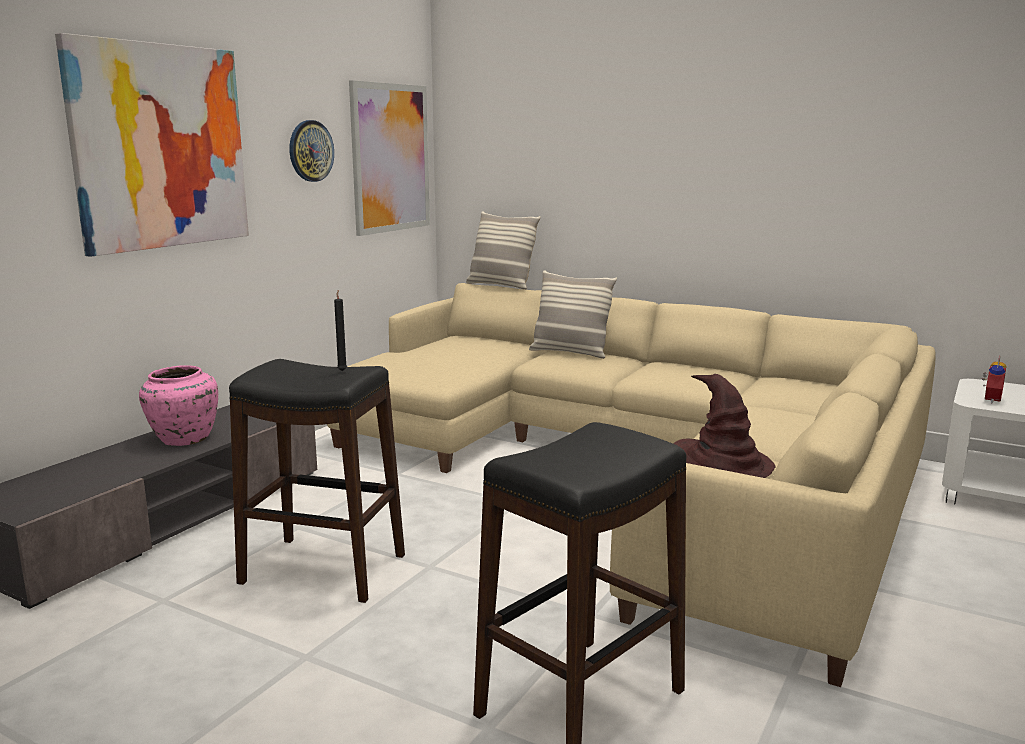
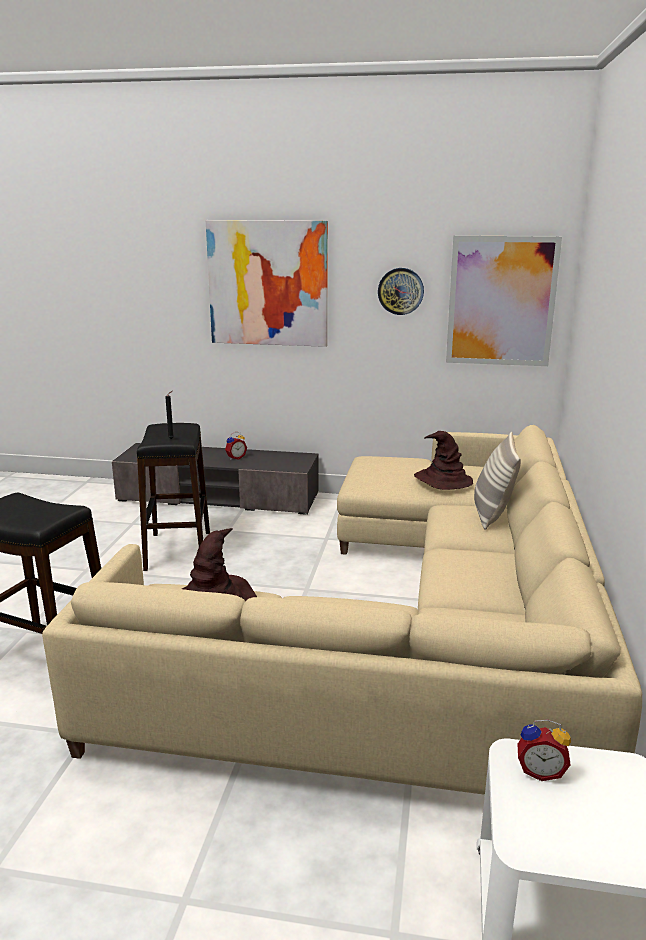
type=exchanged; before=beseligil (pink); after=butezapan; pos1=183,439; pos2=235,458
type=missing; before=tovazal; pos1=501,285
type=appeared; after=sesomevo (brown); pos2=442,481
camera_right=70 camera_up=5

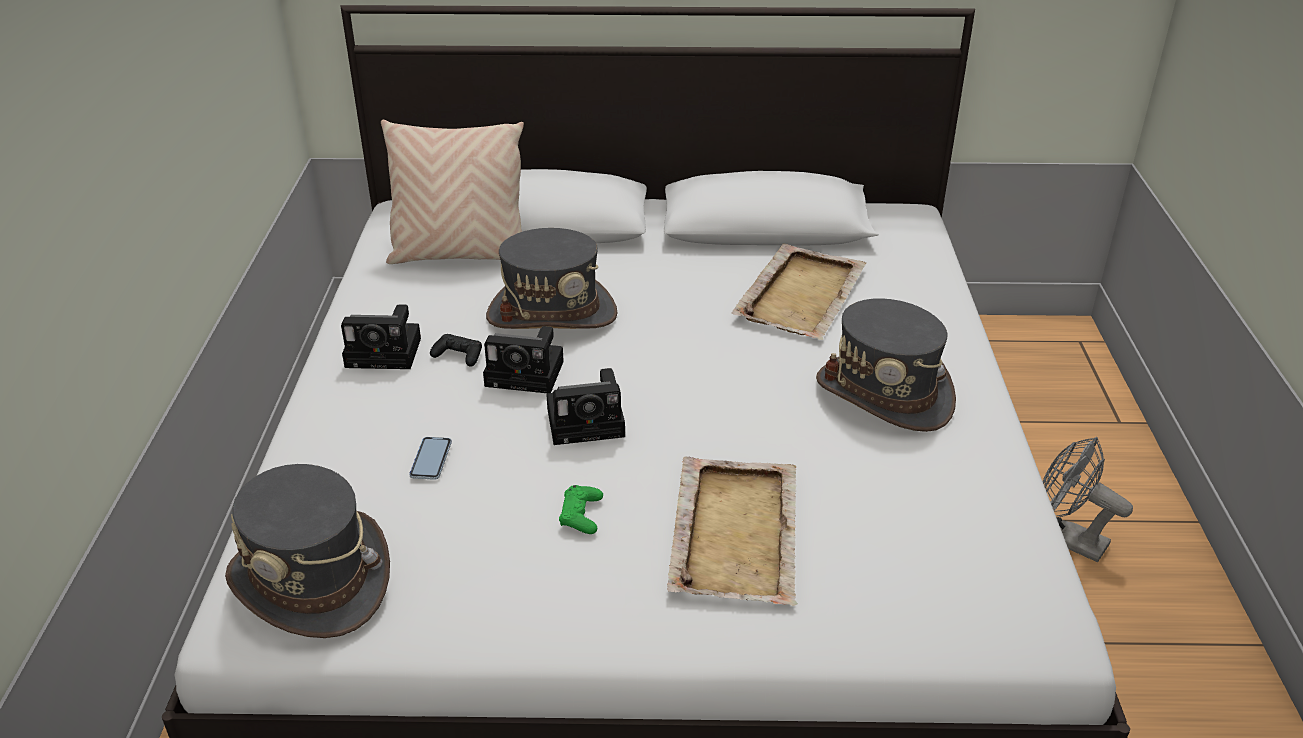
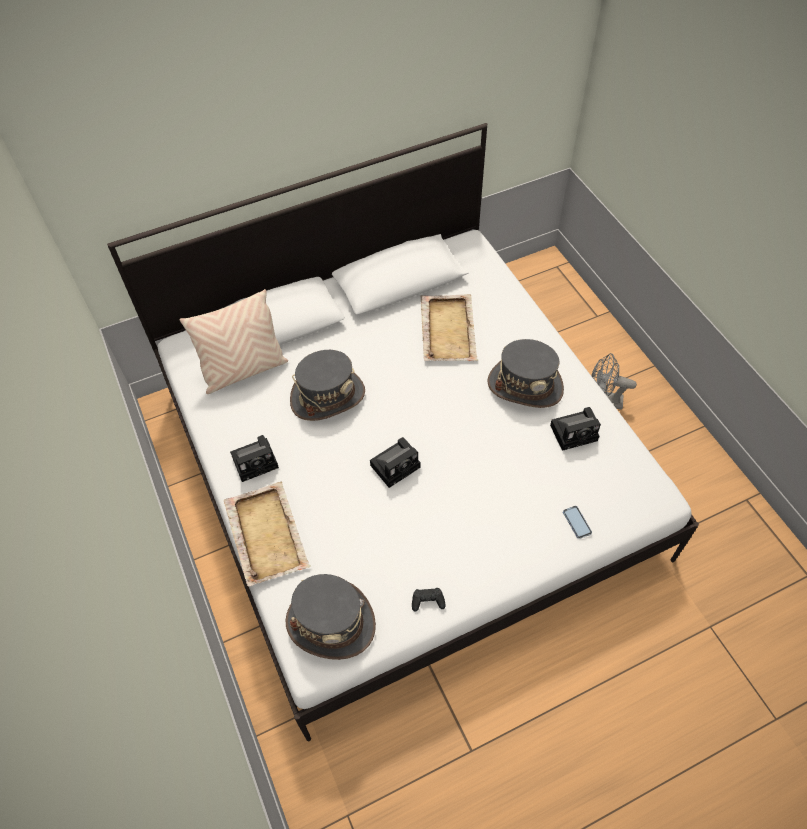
type=relocated; before=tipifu; pos1=431,459; pos2=577,522
type=relocated; before=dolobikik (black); pos1=458,355; pos2=428,601
type=relocated; before=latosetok; pos1=528,373; pos2=575,432
type=missing; before=dolobikik (green); pos1=581,515
type=relocated; before=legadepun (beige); pos1=735,531; pos2=266,533
camera_right=-25 camera_up=20

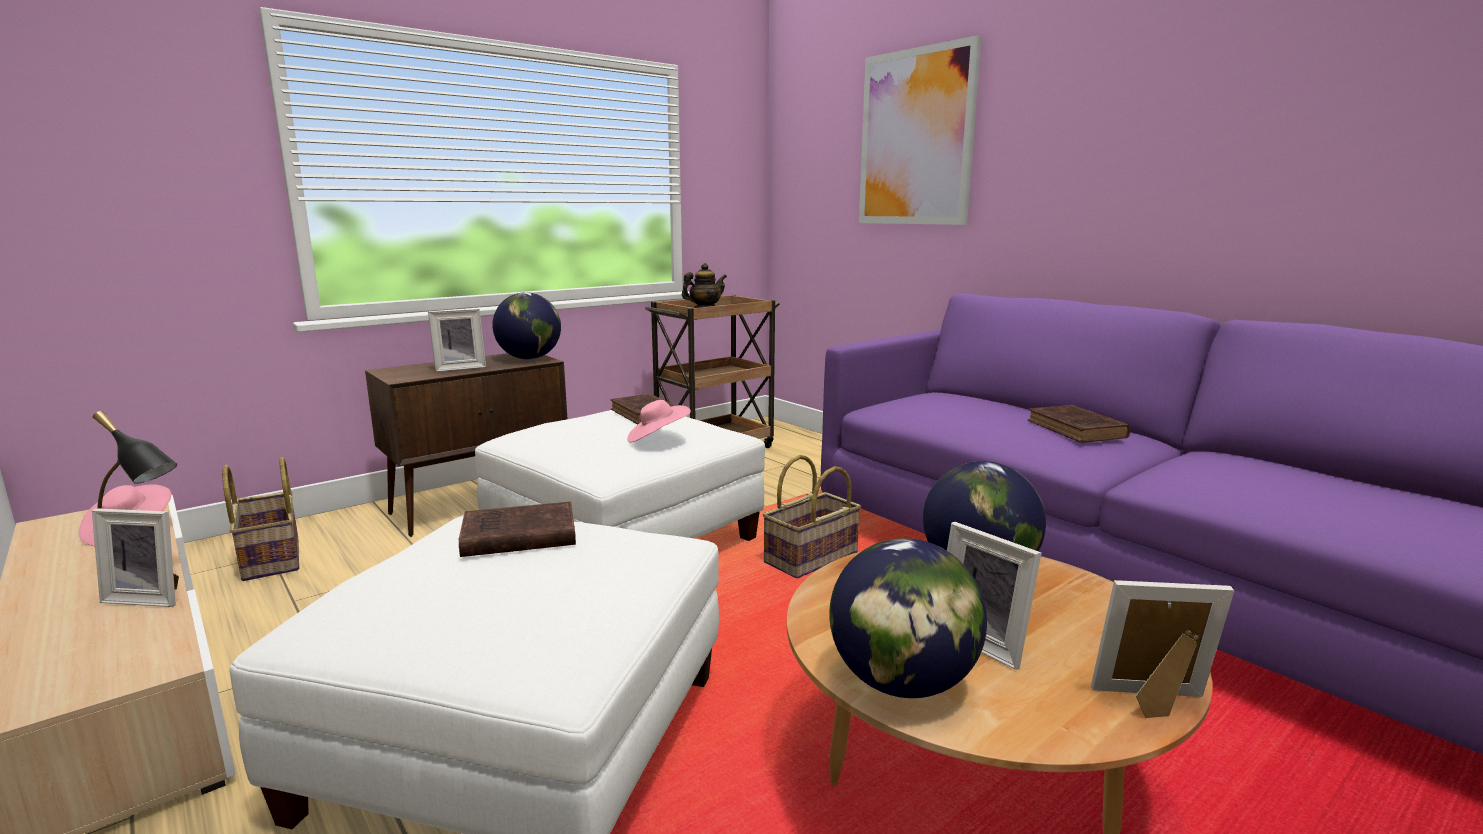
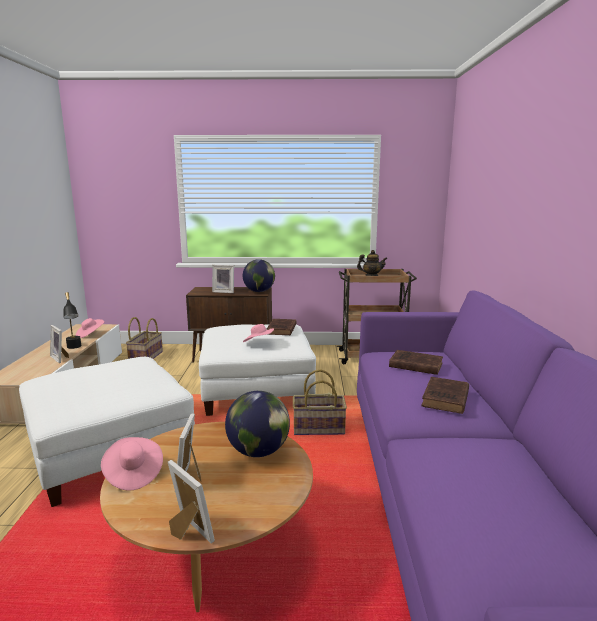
type=relocated; before=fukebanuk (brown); pos1=516,537; pos2=414,365
type=exchanged; before=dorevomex; after=sesomevo (pink); pos1=902,683; pos2=133,474
type=missing; before=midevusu; pos1=916,138
camera_right=40 camera_up=0

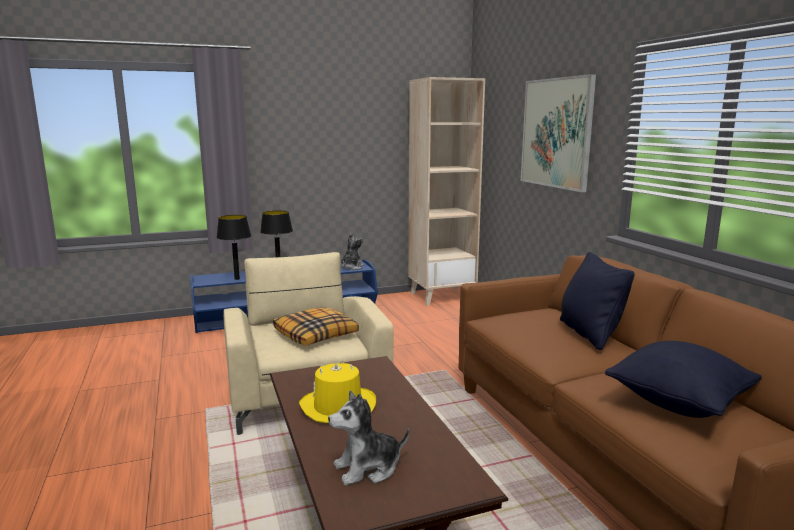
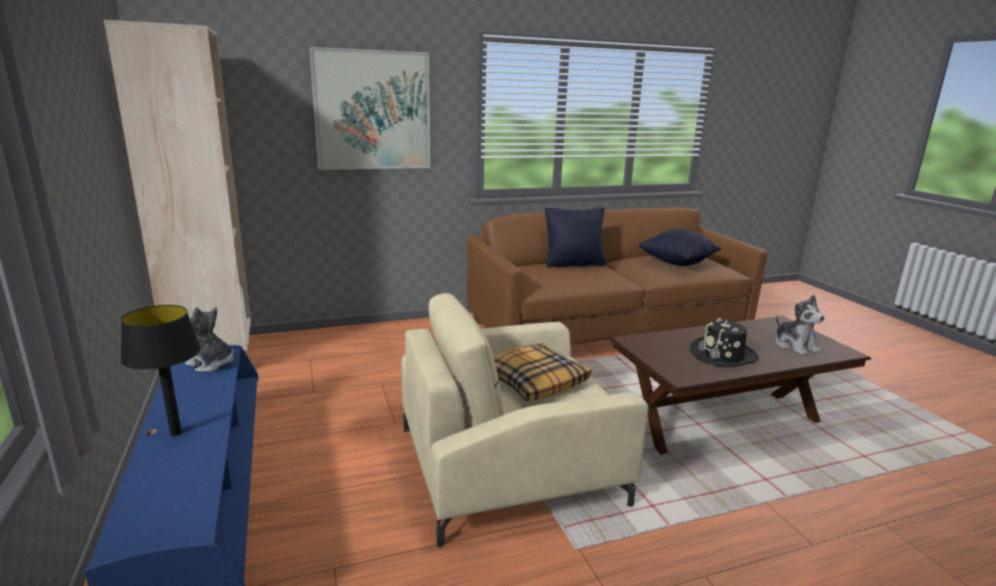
type=missing; before=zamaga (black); pos1=237,279
type=colour; before=sesomevo (yellow); after=sesomevo (black); pos1=337,407; pos2=723,355
camera_right=-90 camera_up=5

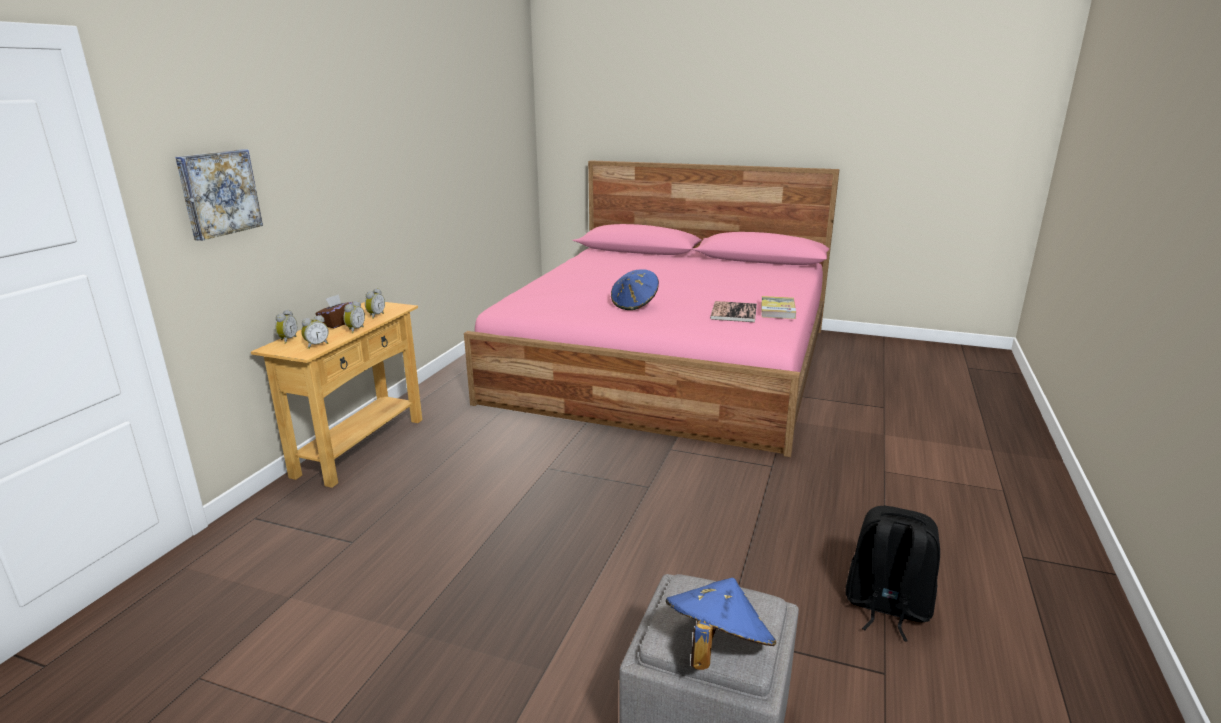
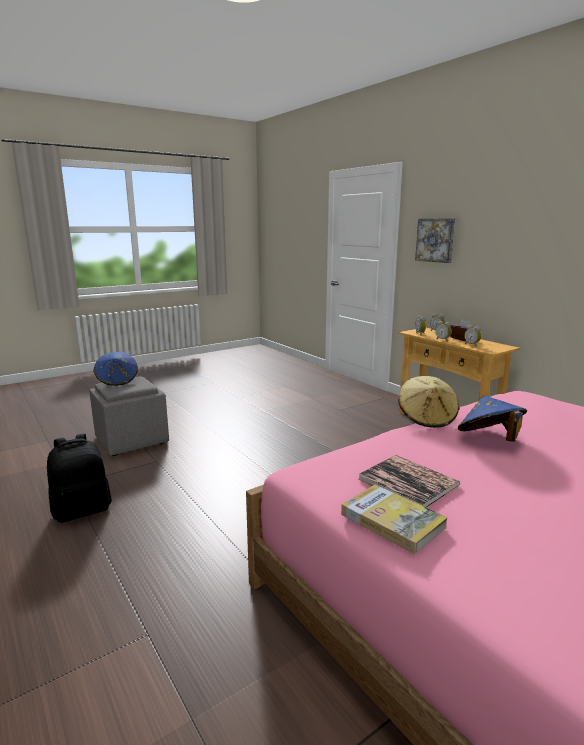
type=appeared; after=sesomevo (beige); pos2=427,418
camera_right=125 camera_up=-5

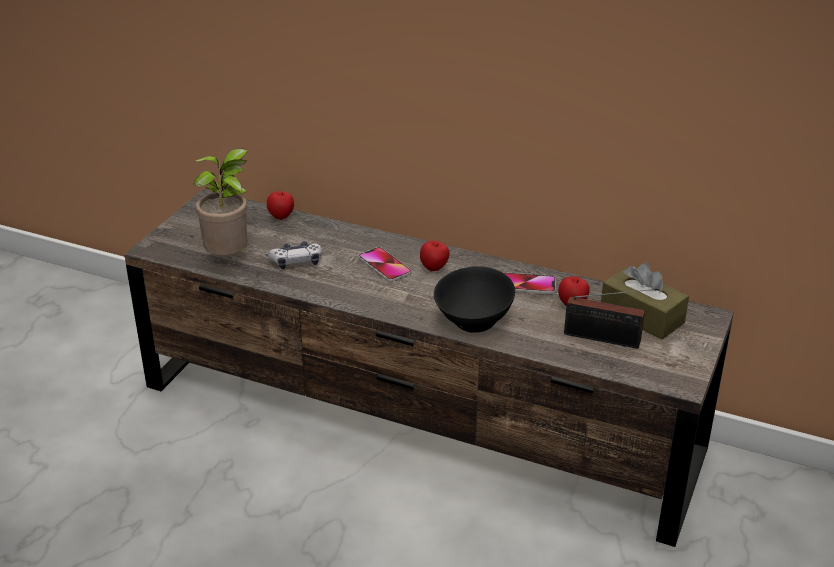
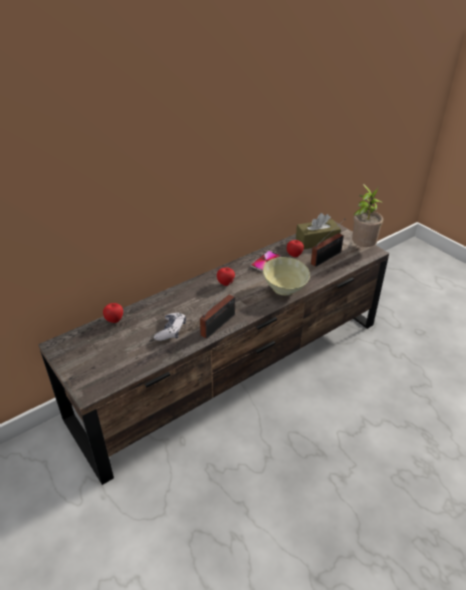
type=relocated; before=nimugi; pos1=230,259; pos2=362,248
type=missing; before=tipifu; pos1=384,266
type=colour; before=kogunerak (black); after=kogunerak (beige); pos1=472,322; pos2=284,289
type=appeared; after=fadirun; pos2=220,323
camera_right=-60 camera_up=5

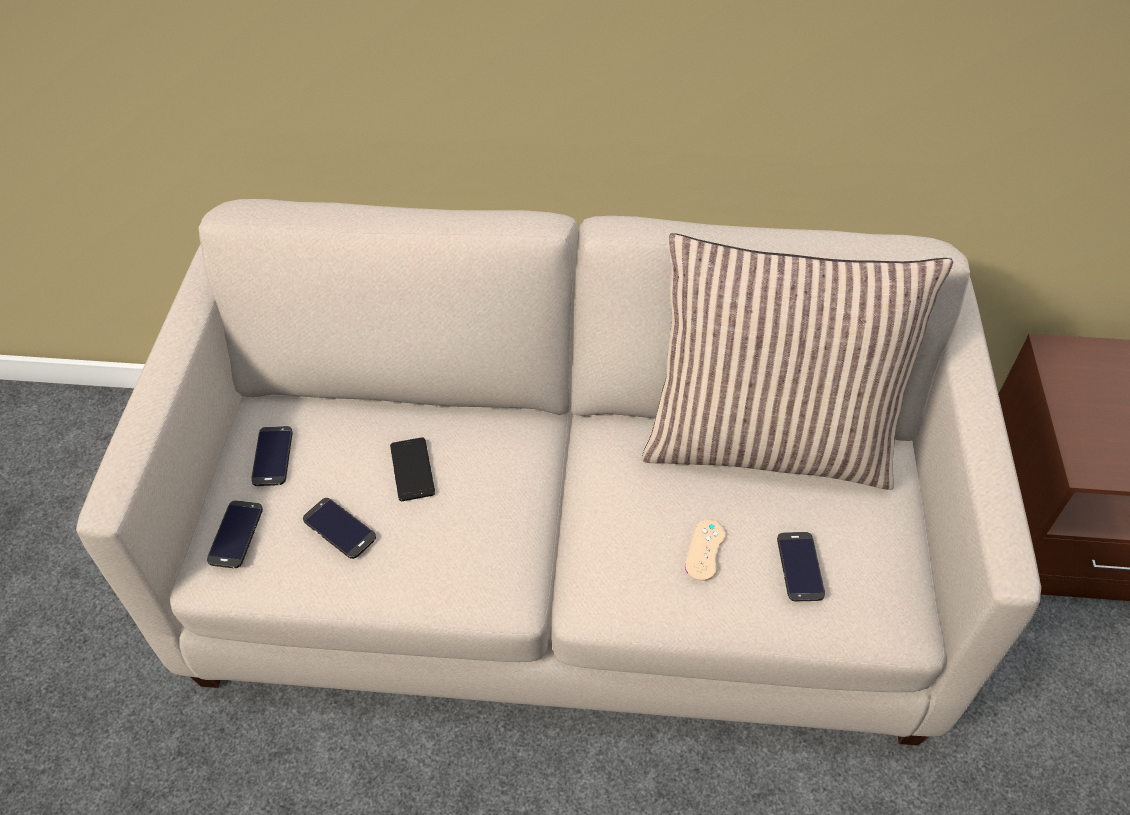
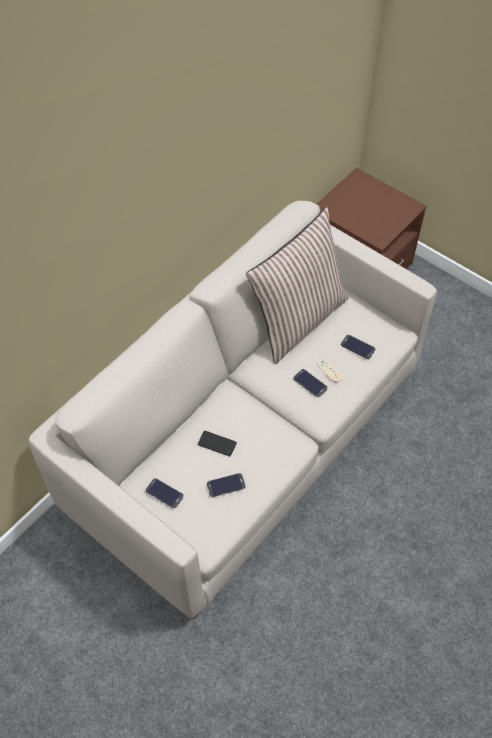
type=relocated; before=tipifu; pos1=235,534; pos2=310,383
camera_right=-55 camera_up=5

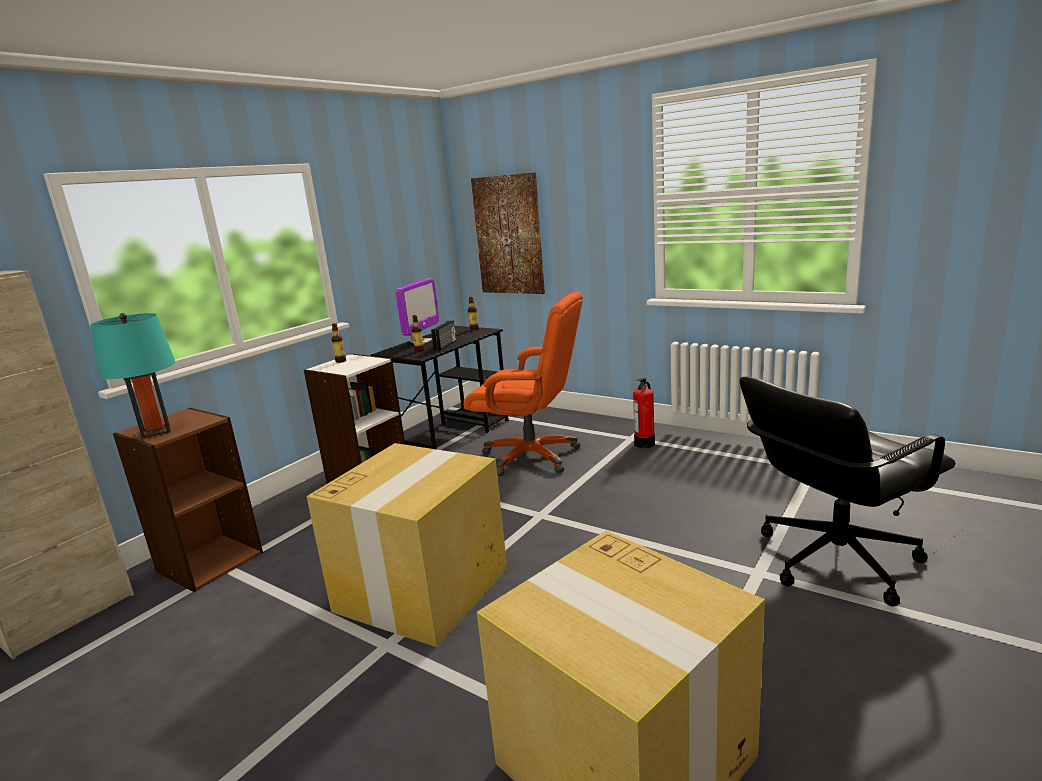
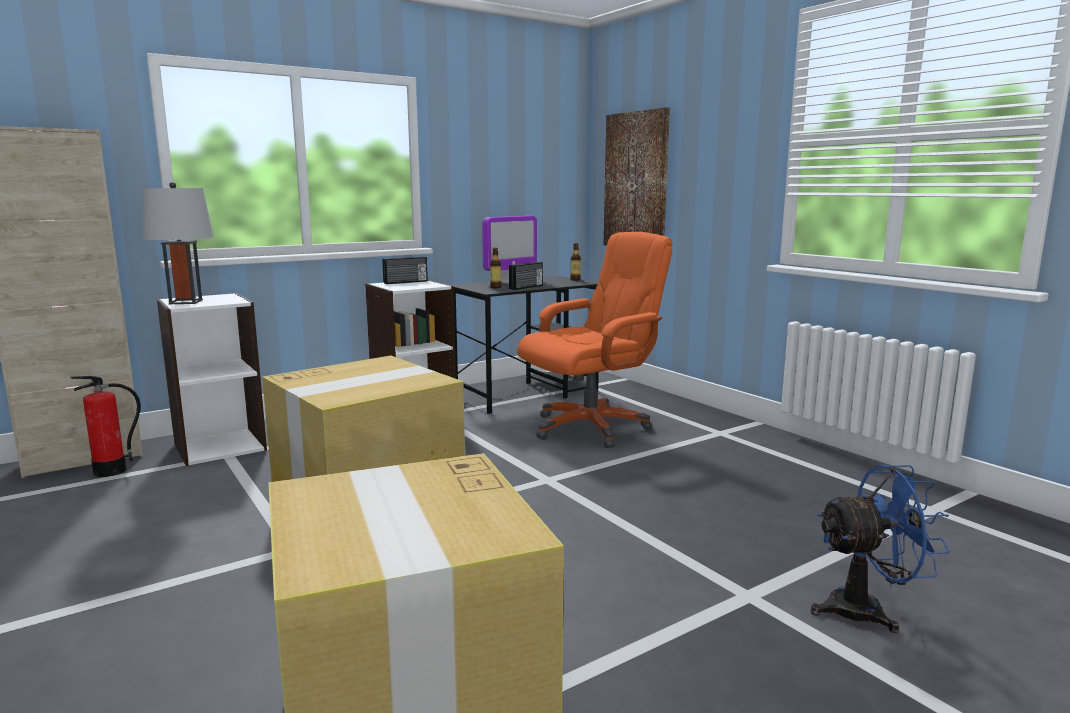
type=colour; before=zamaga (turquoise); after=zamaga (grey); pos1=156,431; pos2=186,302
type=colour; before=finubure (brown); after=finubure (white); pos1=209,561; pos2=220,446
type=exchanged; before=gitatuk; after=fadirun; pos1=341,361; pos2=406,282
type=spun; before=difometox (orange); pos1=532,456; pos2=591,427; turn=-75
type=relocated; before=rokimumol; pos1=644,444; pos2=110,471
type=exchanged; before=difometox (black); after=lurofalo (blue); pos1=834,559; pos2=867,610
camera_right=20 camera_up=-5

